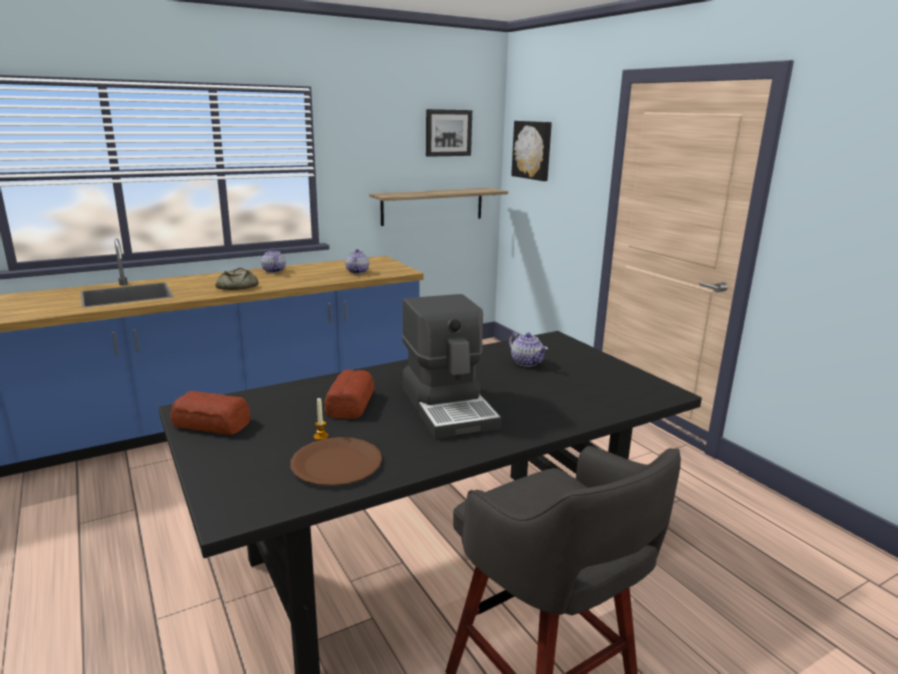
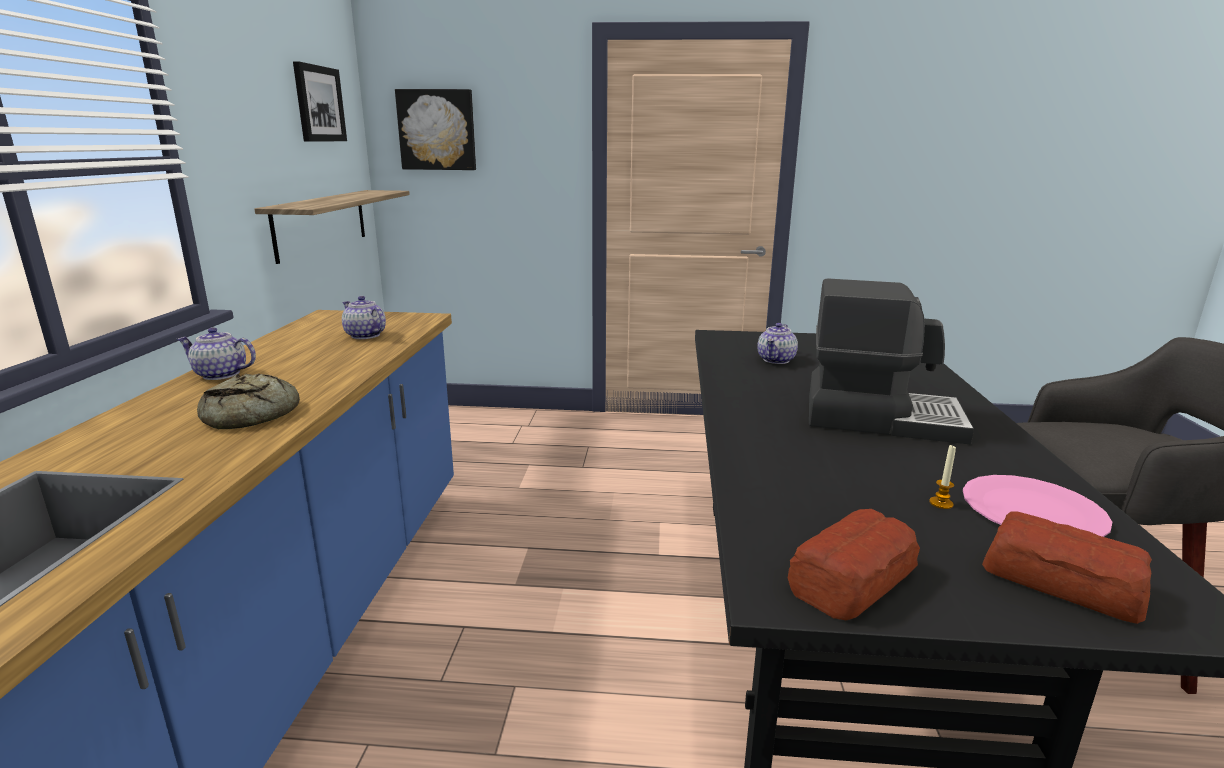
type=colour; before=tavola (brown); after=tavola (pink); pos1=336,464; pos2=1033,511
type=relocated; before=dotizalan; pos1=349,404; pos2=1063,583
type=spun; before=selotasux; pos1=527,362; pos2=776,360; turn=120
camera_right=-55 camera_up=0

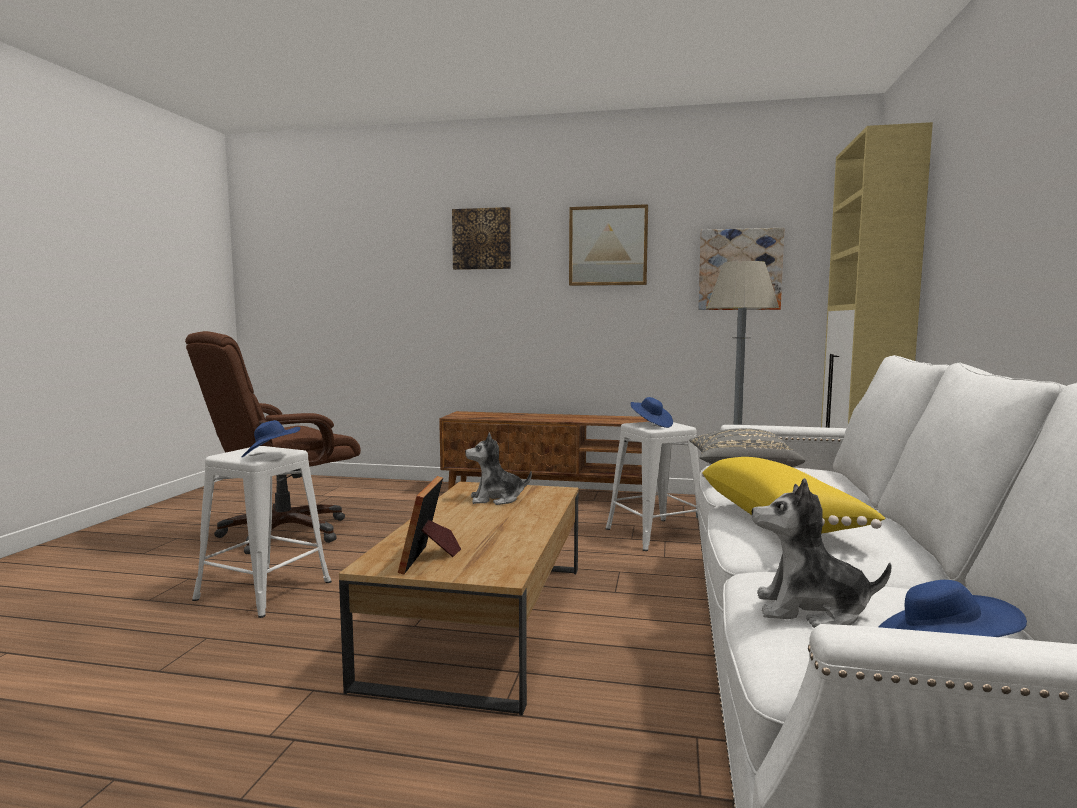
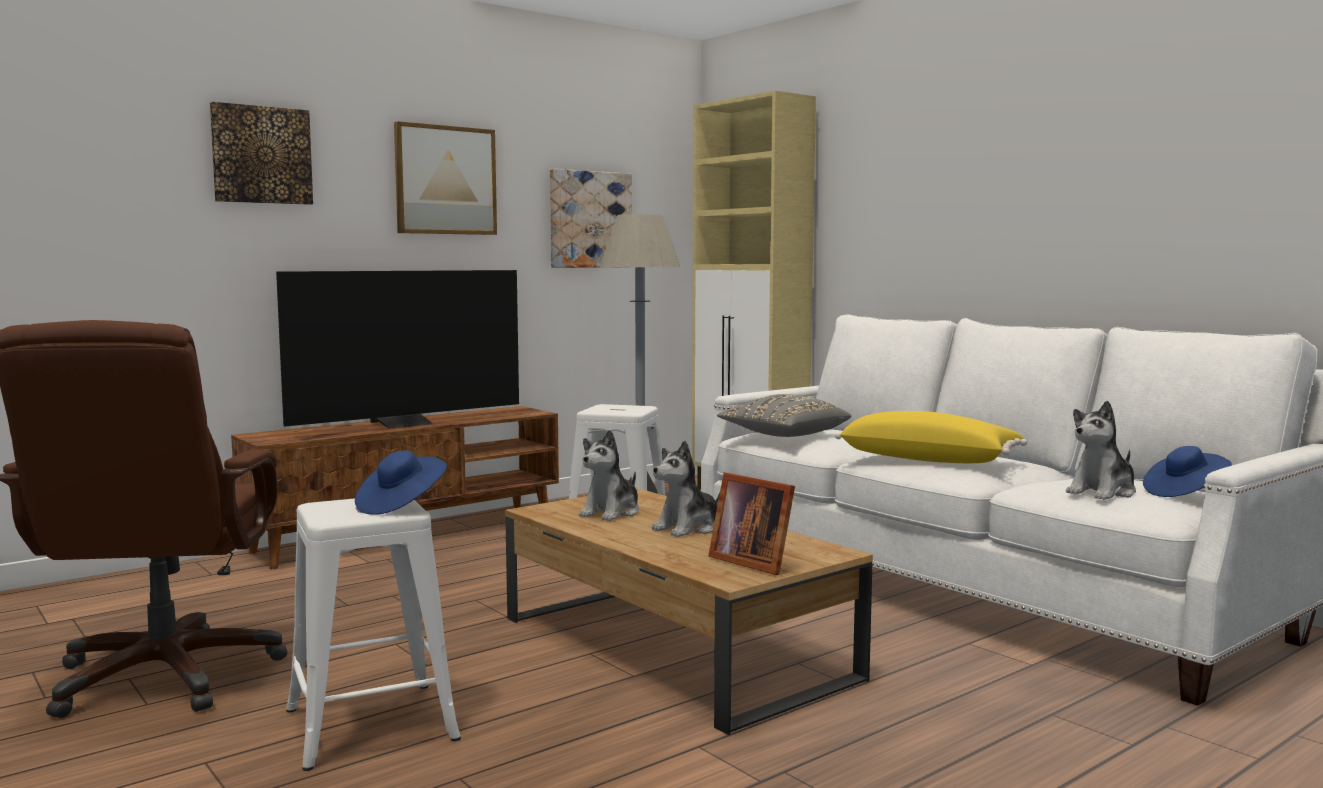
type=missing; before=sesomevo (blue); pos1=651,425
type=appeared; after=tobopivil; pos2=405,424
type=appeared; after=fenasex; pos2=688,528
camera_right=-50 camera_up=0

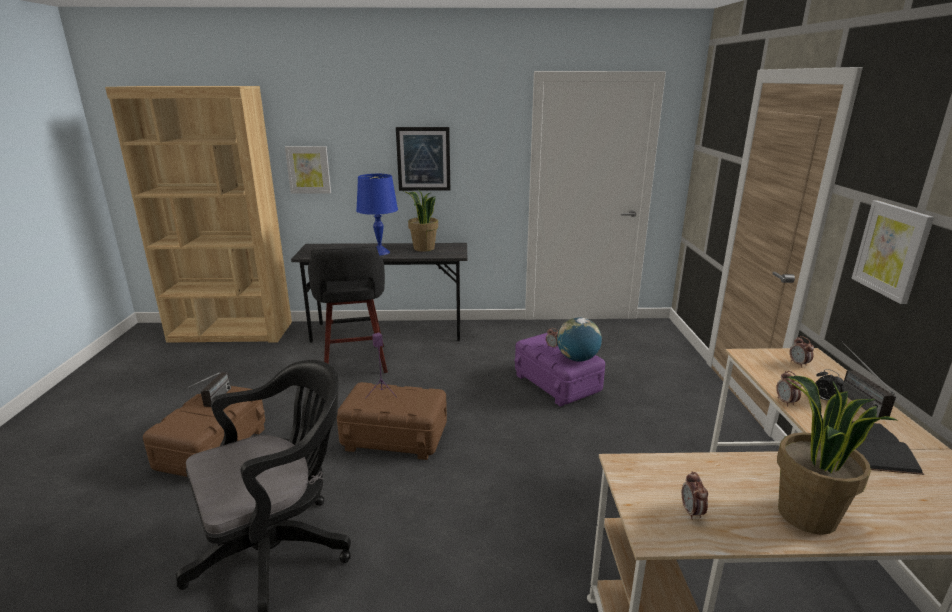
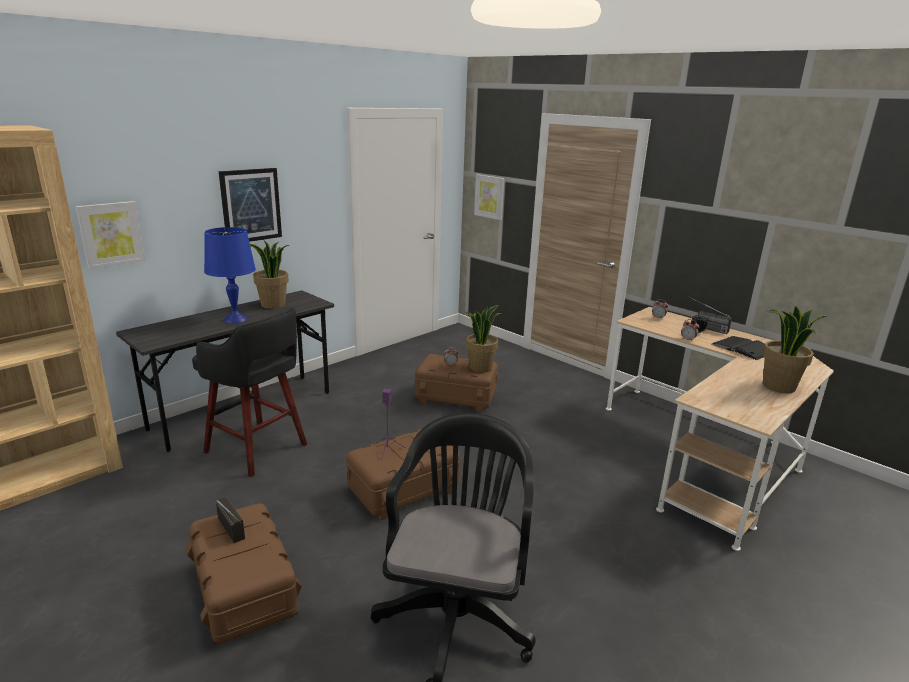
type=colour; before=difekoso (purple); after=difekoso (brown); pos1=557,383; pos2=456,396
type=exchanged; before=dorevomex; after=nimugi; pos1=577,359; pos2=480,367
type=missing; before=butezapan; pos1=691,512
type=relocated; before=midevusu; pos1=892,250; pos2=489,197
camera_right=-45 camera_up=0

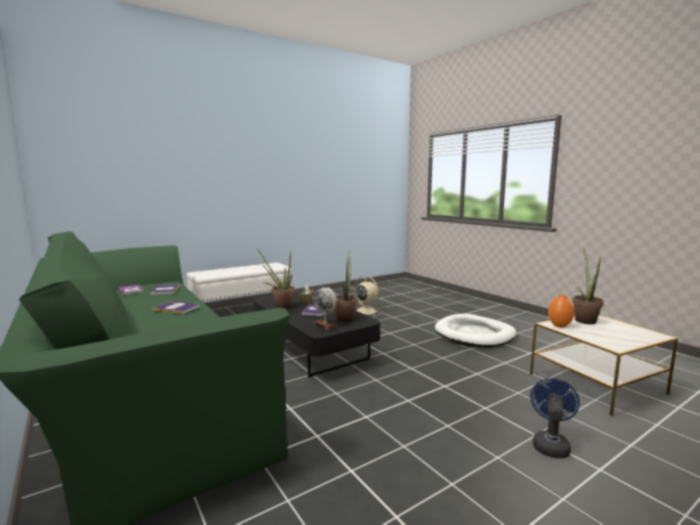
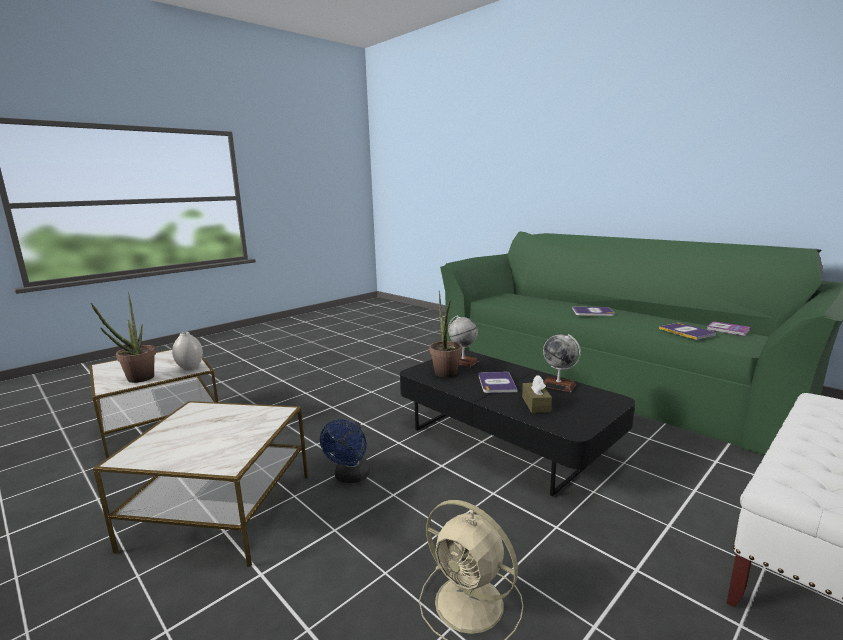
type=exchanged; before=nimugi; after=dorevomex; pos1=280,306; pos2=558,385
type=exchanged; before=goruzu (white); after=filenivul; pos1=474,335; pos2=221,511
type=relocated; before=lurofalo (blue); pos1=550,444; pos2=350,477
type=colour; before=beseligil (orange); after=beseligil (white); pos1=559,326; pos2=190,368
camera_right=170 camera_up=5

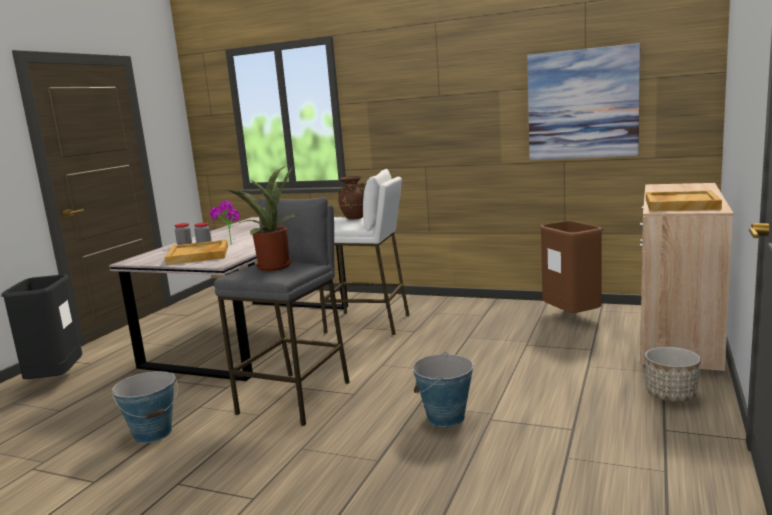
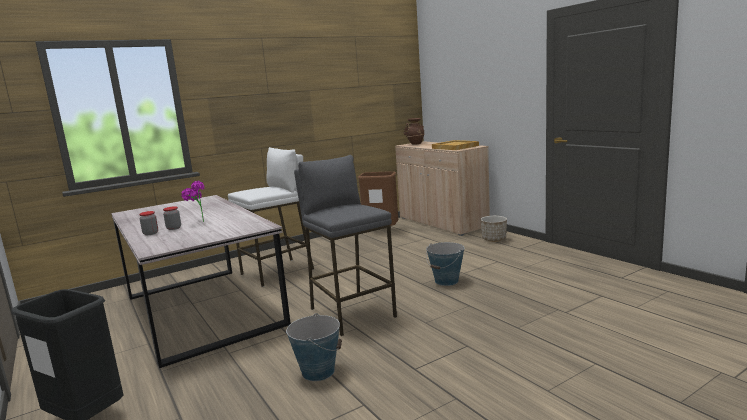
type=missing; before=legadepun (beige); pos1=199,255
type=missing; before=nimugi; pos1=272,266
type=relocated; before=beseligil (brown); pos1=355,217; pos2=415,143
type=missing; before=midevusu; pos1=582,104
camera_right=-55 camera_up=0

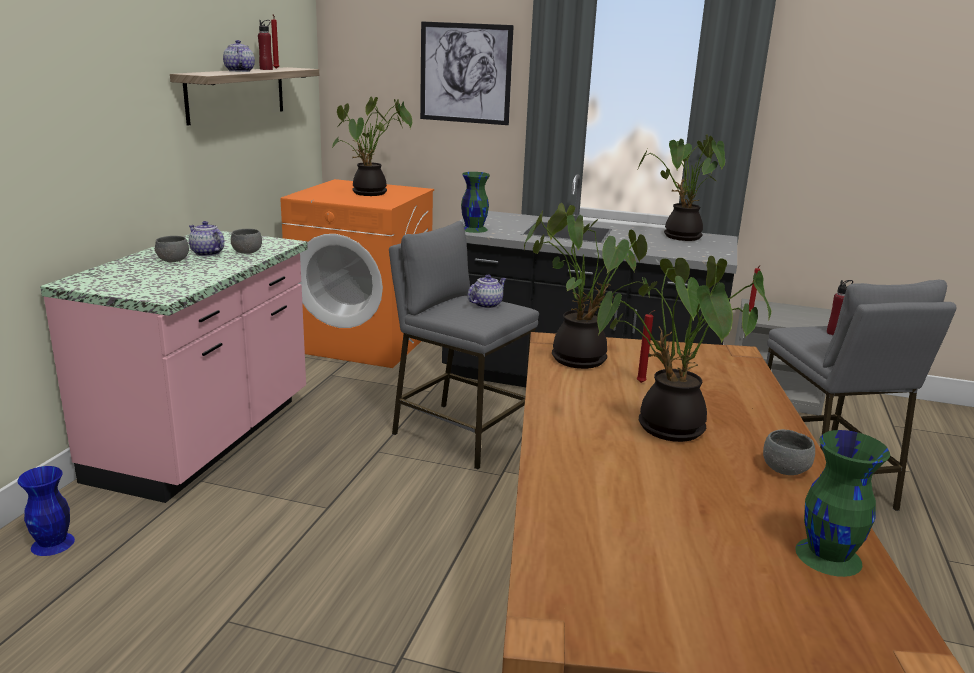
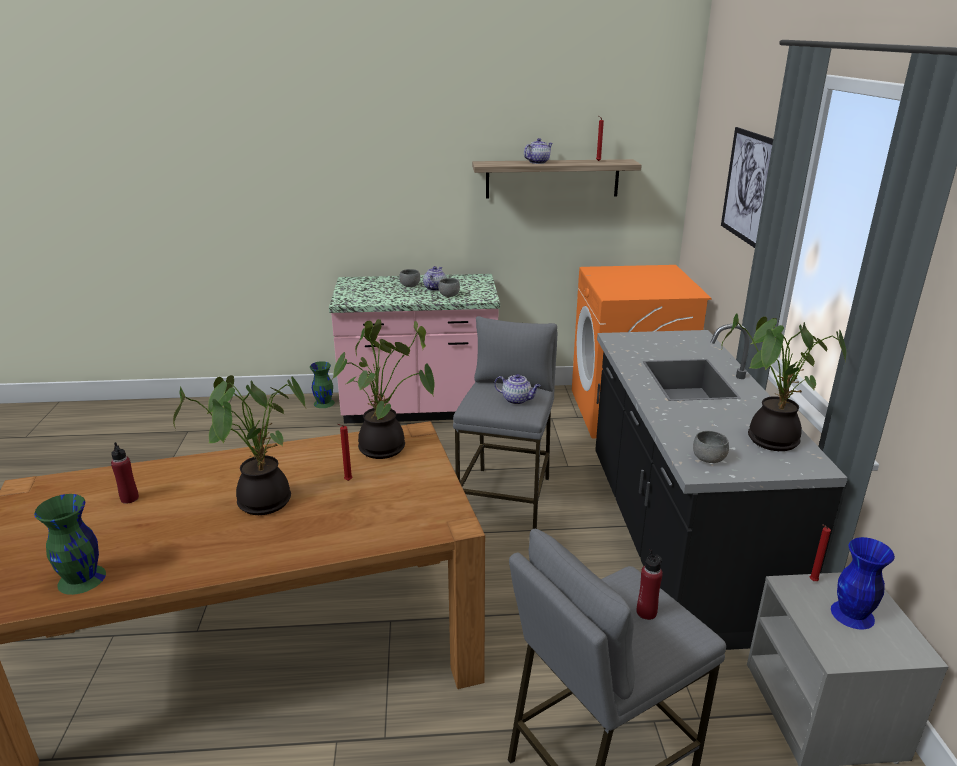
type=relocated; before=beseligil (blue); pos1=52,544; pos2=851,614
type=relocated; before=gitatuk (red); pos1=266,69; pos2=129,498
type=missing; before=nimugi; pos1=370,194
type=relocated; before=beseligil (green); pos1=473,229; pos2=324,403
type=relocated; before=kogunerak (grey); pos1=785,470; pos2=708,459
camera_right=70 camera_up=5

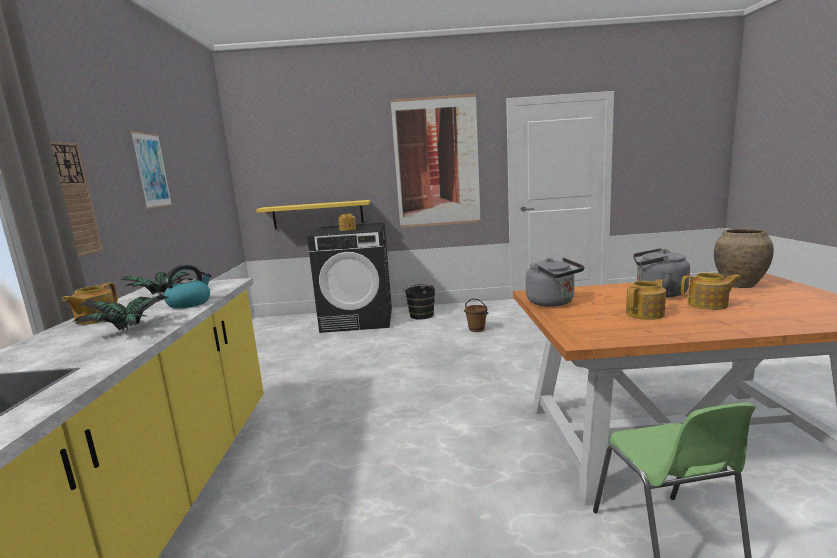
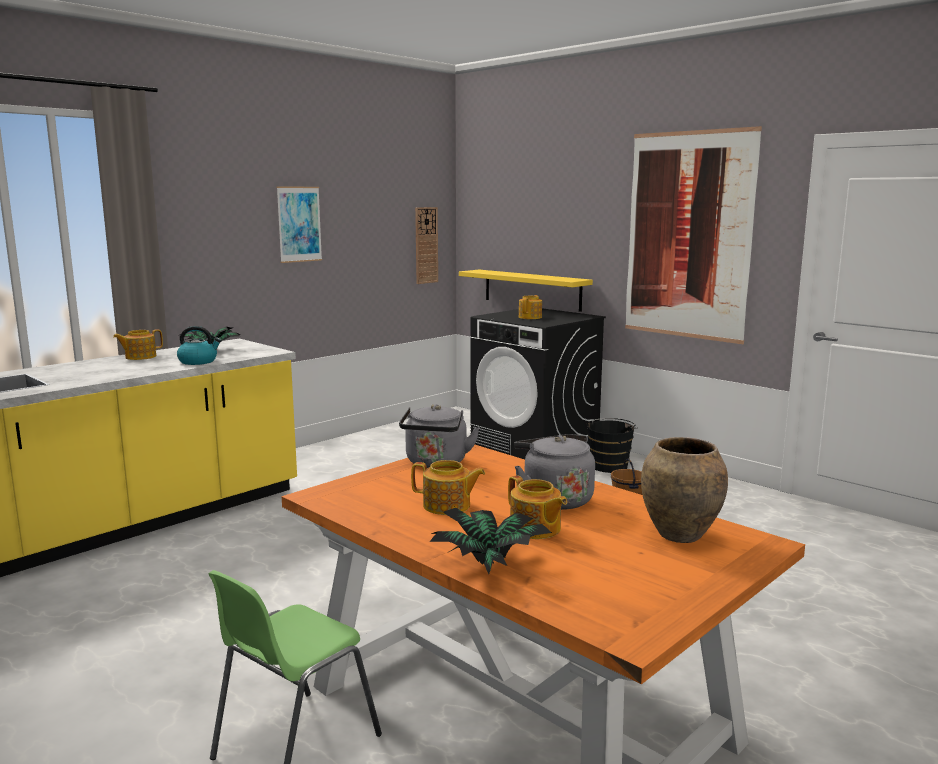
type=relocated; before=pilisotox; pos1=73,199; pos2=426,245
type=relocated; before=nimugi; pos1=130,329; pos2=492,563
camera_right=45 camera_up=0

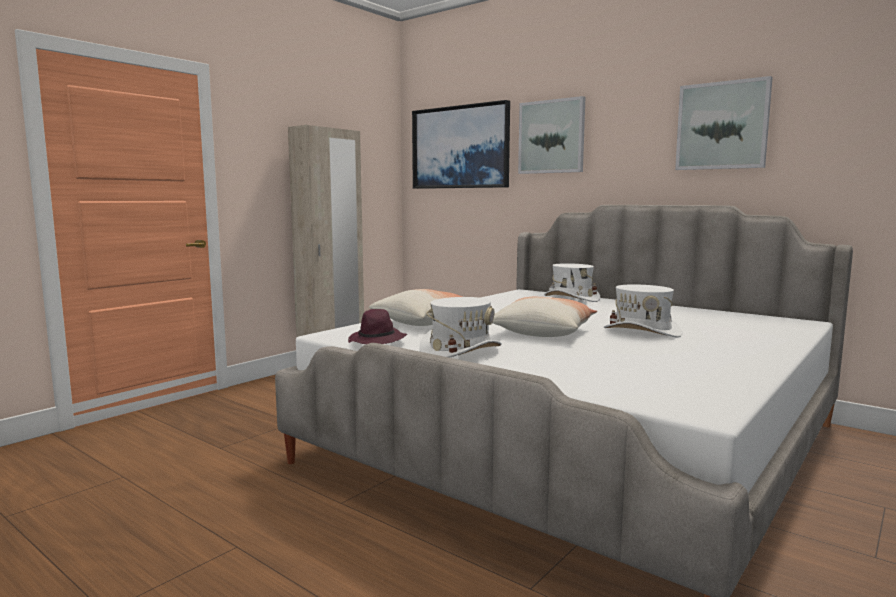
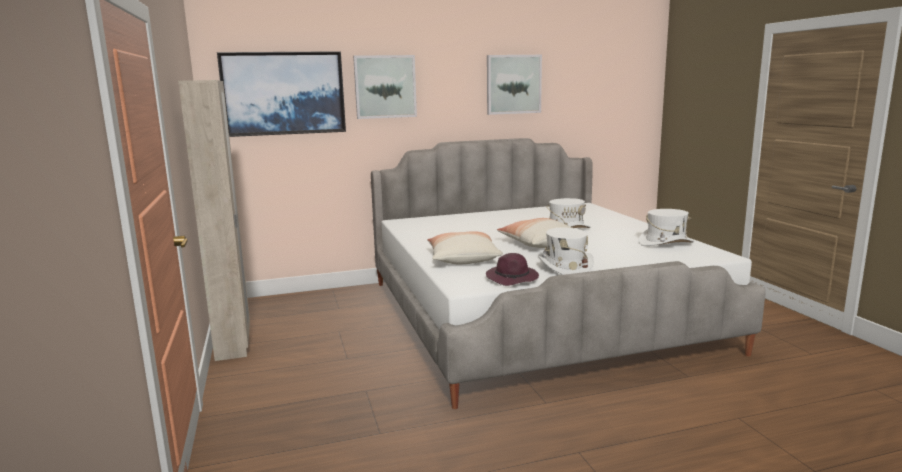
type=relocated; before=sesomevo (white); pos1=571,298; pos2=665,243
camera_right=-55 camera_up=5

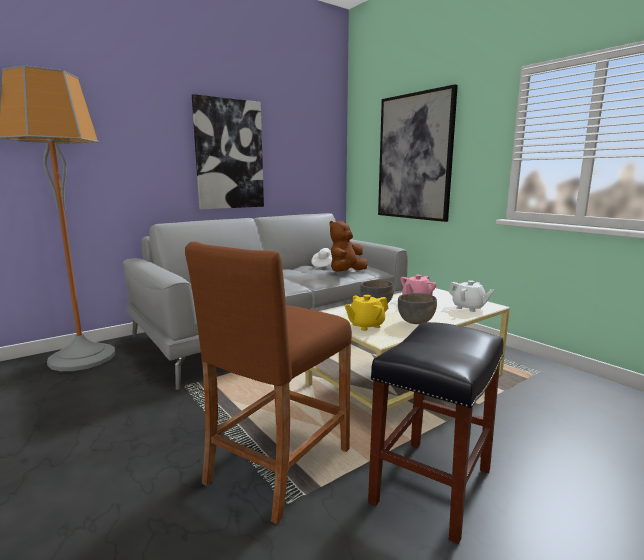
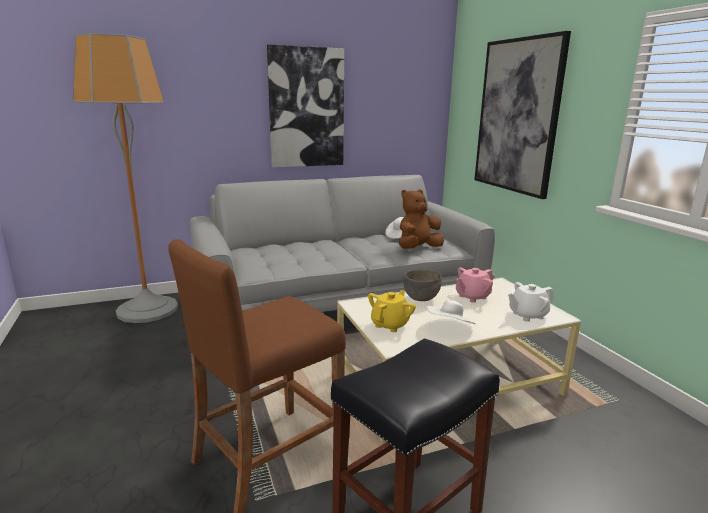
type=spun; before=selotasux (yellow); pos1=365,325; pos2=390,325; turn=135
type=exchanged; before=kogunerak (grey); after=sesomevo (white); pos1=416,322; pos2=449,327
type=spun; before=selotasux (white); pos1=468,308; pos2=527,315; turn=105
camera_right=15 camera_up=5

